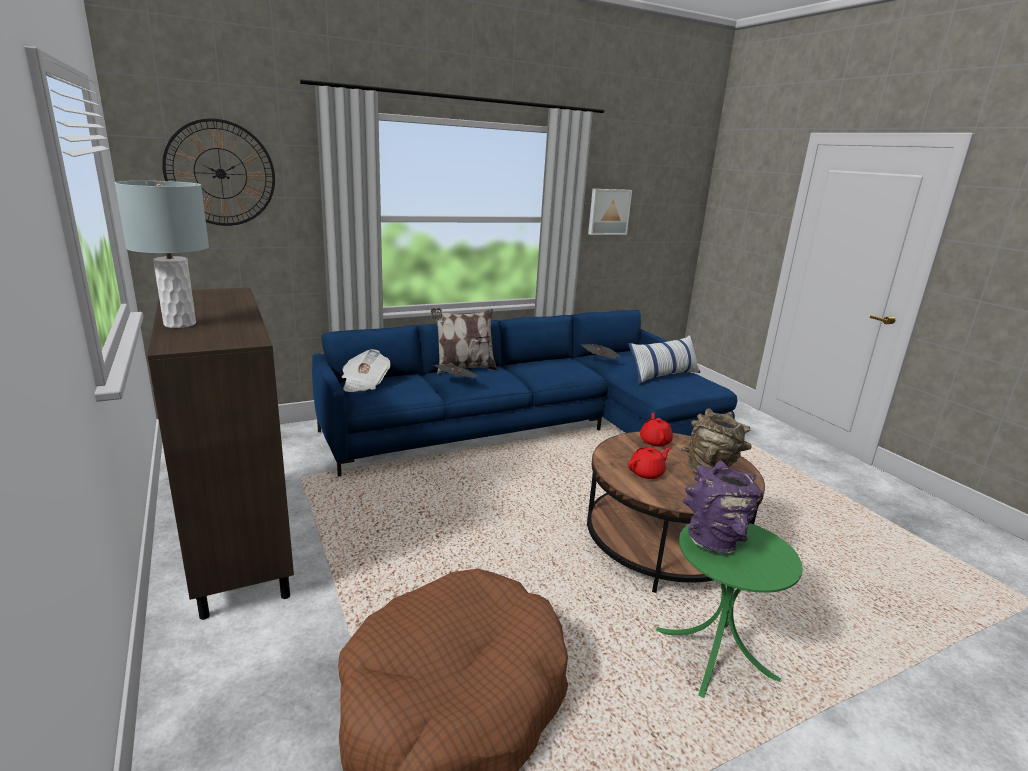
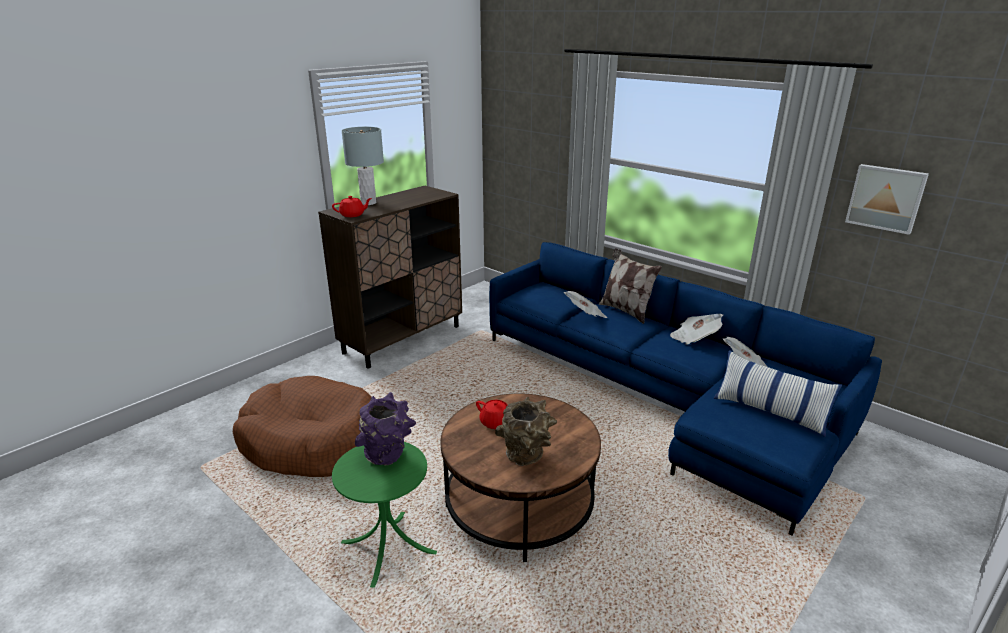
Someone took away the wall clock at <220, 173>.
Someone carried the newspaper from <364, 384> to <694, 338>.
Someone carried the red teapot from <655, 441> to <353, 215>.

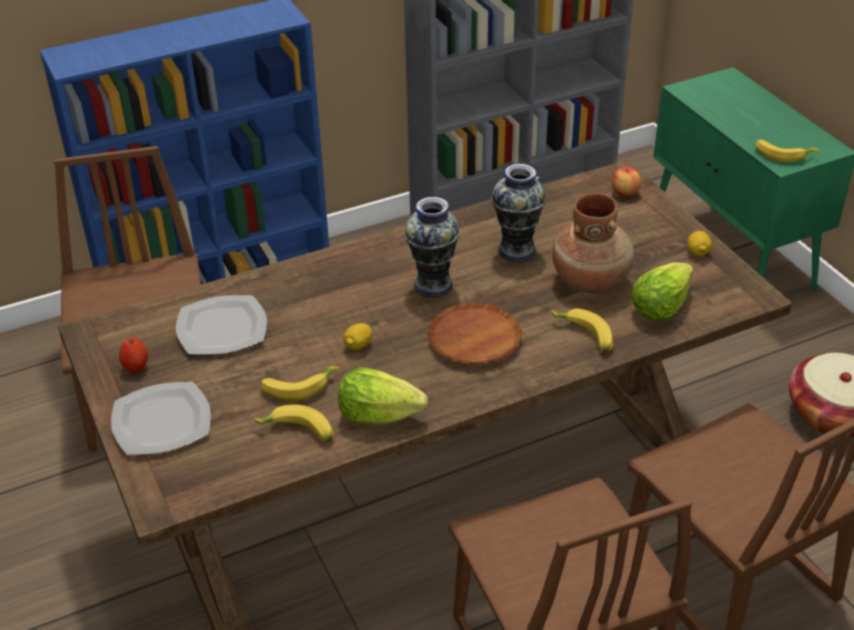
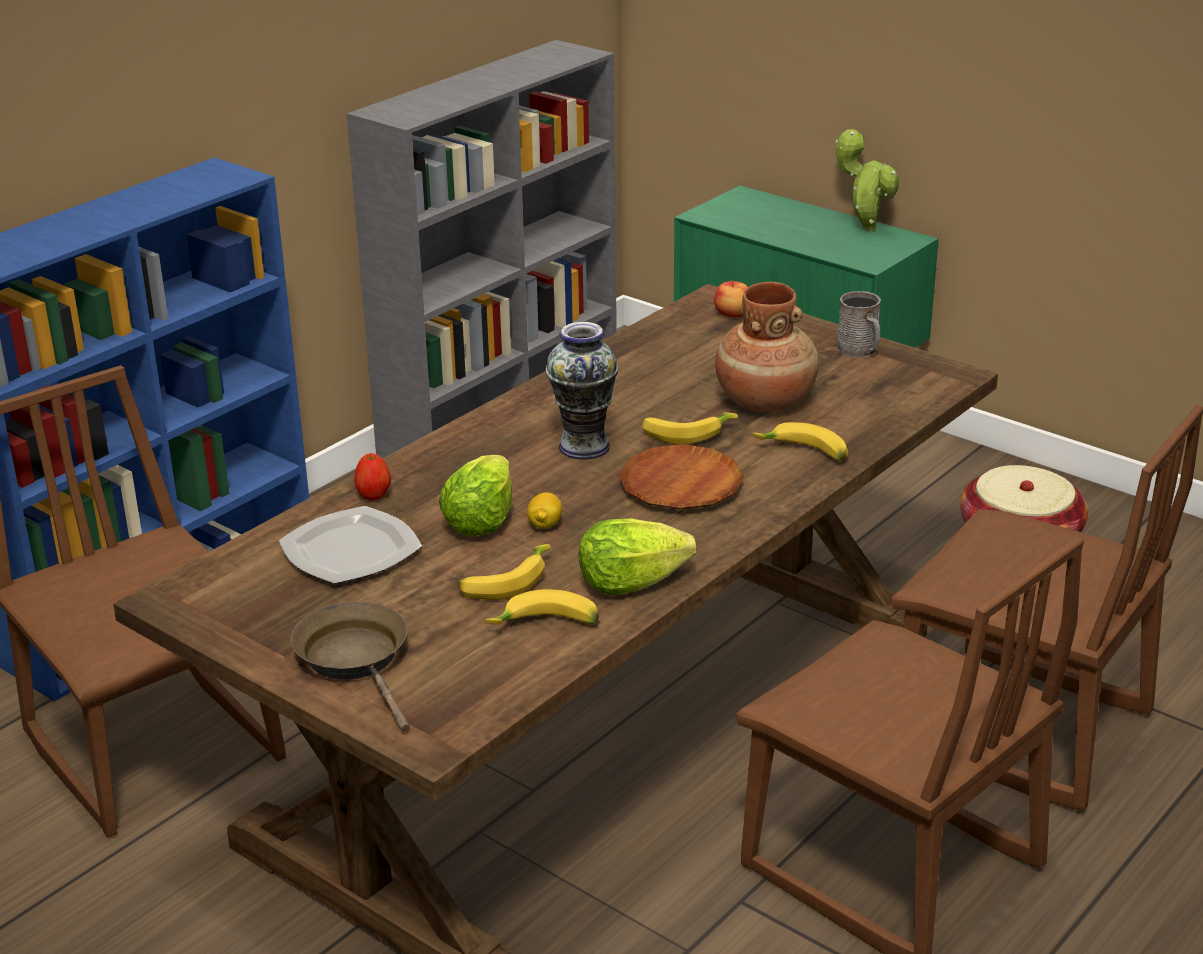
Someone carried the banana from <783, 154> to <686, 433>.
Someone took away the vase at <517, 250>.
Someone swapped the lemon at <697, 252> for the grey mug at <860, 351>.
Someone carried the lettuce from <660, 307> to <480, 521>.
Someone carried the apple from <136, 367> to <374, 495>.
Someone swapped the plate at <162, 420> for the brown frying pan at <356, 660>.
Someone put down the potted plant at <865, 227>.

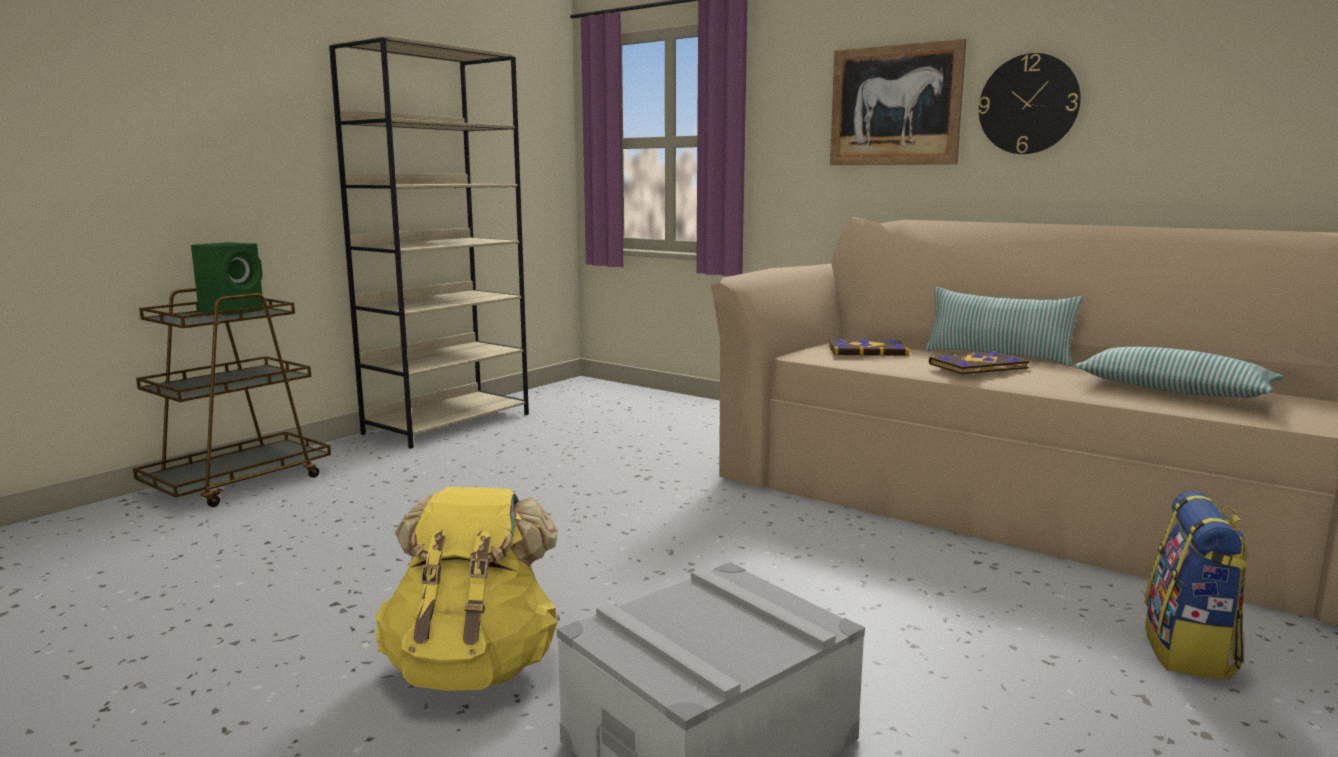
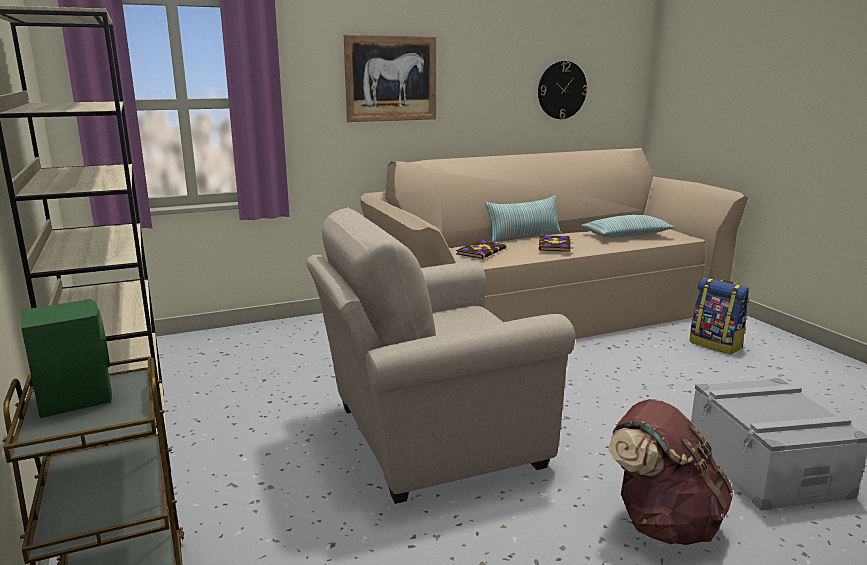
Someone carried the wall clock from <1028, 104> to <561, 90>.
Someone repainted the yellow backpack at <473, 667>, which became the brown backpack at <662, 522>.
Someone put down the beige armchair at <427, 437>.

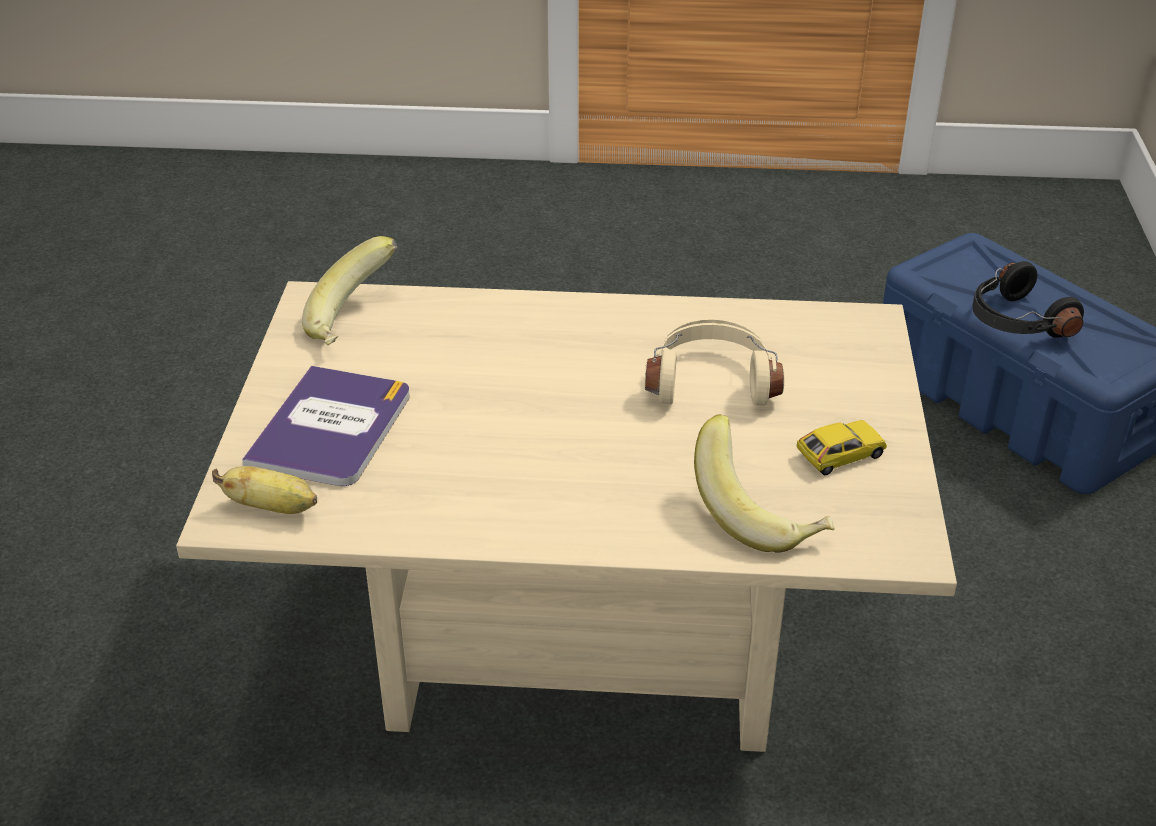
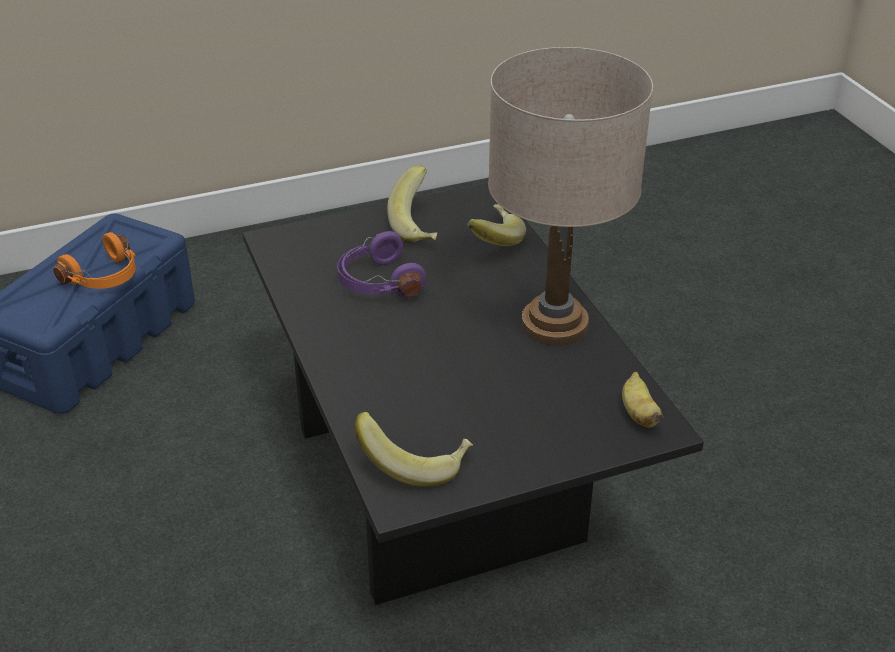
Someone repainted the black headphones at <1016, 321>, which became the orange headphones at <105, 277>.
Someone repainted the beige coffee table at <578, 634>, which became the black coffee table at <447, 482>.
Someone repainted the beige headphones at <711, 380>, which became the purple headphones at <378, 282>.
Someone took away the book at <331, 428>.
Someone swapped the toy car at <840, 455> for the banana at <420, 226>.
Someone put down the beige table lamp at <555, 324>.

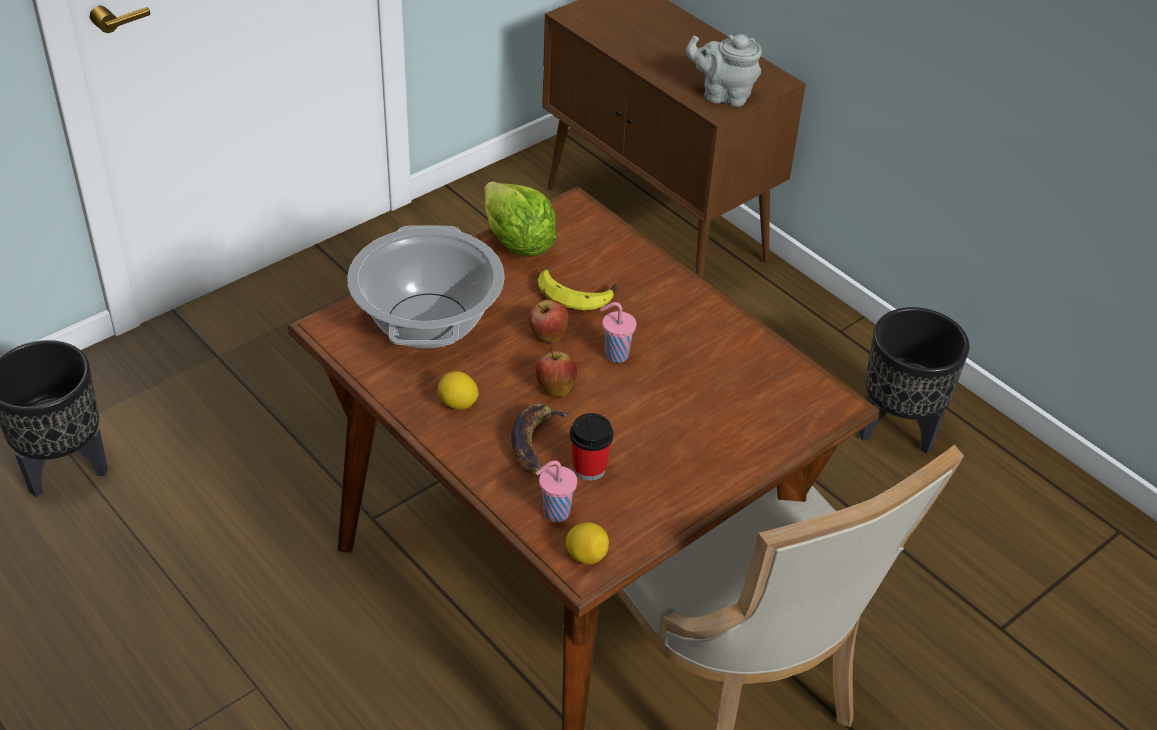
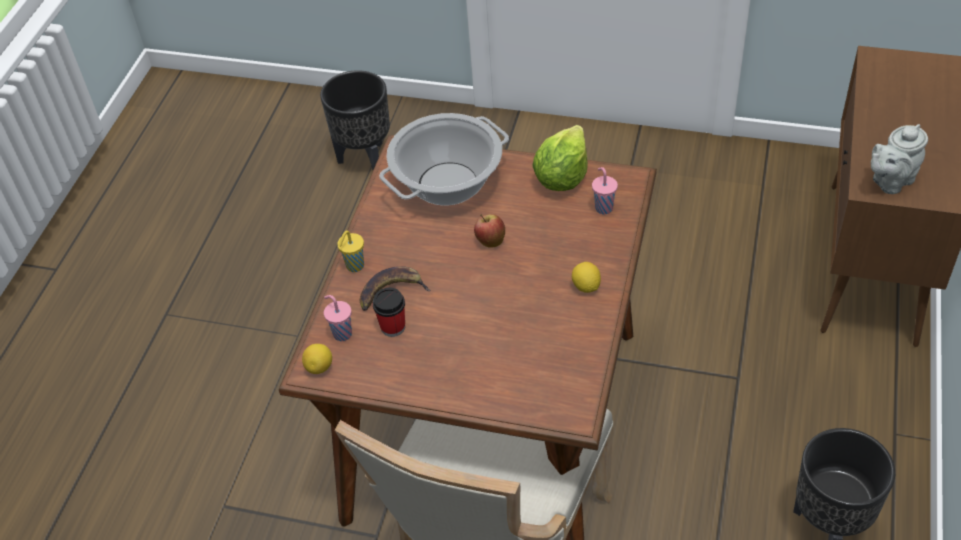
Someone rotated the grey teapot at <723, 95> by 105 degrees counterclockwise.
Someone took away the banana at <576, 293>.
Someone carried the pink cup from <615, 355> to <603, 207>.
Someone took away the apple at <555, 388>.
Someone carried the lemon from <458, 404> to <586, 286>.
Someone put down the yellow cup at <354, 266>.

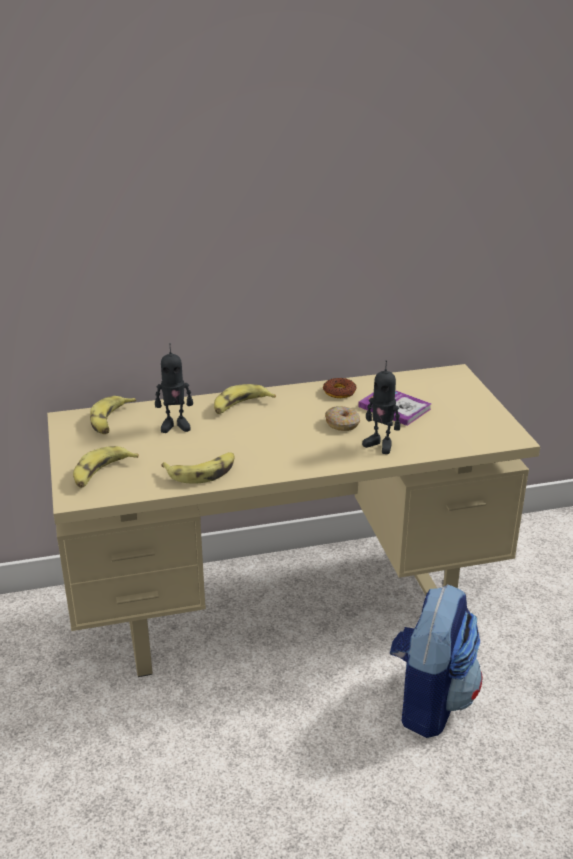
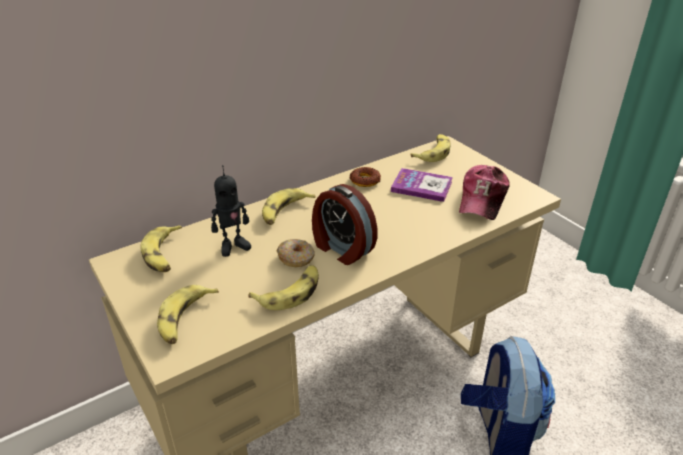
Someone took away the toy robot at <380, 445>.
Someone carried the donut from <342, 424> to <296, 258>.
Someone put down the banana at <433, 153>.
Someone put down the cap at <482, 200>.
Someone put down the alarm clock at <341, 249>.

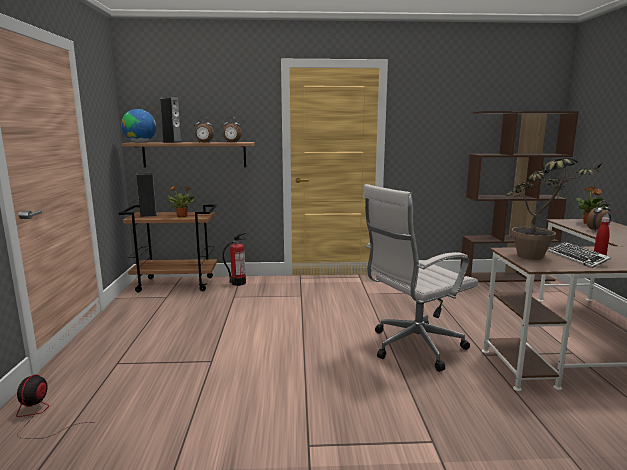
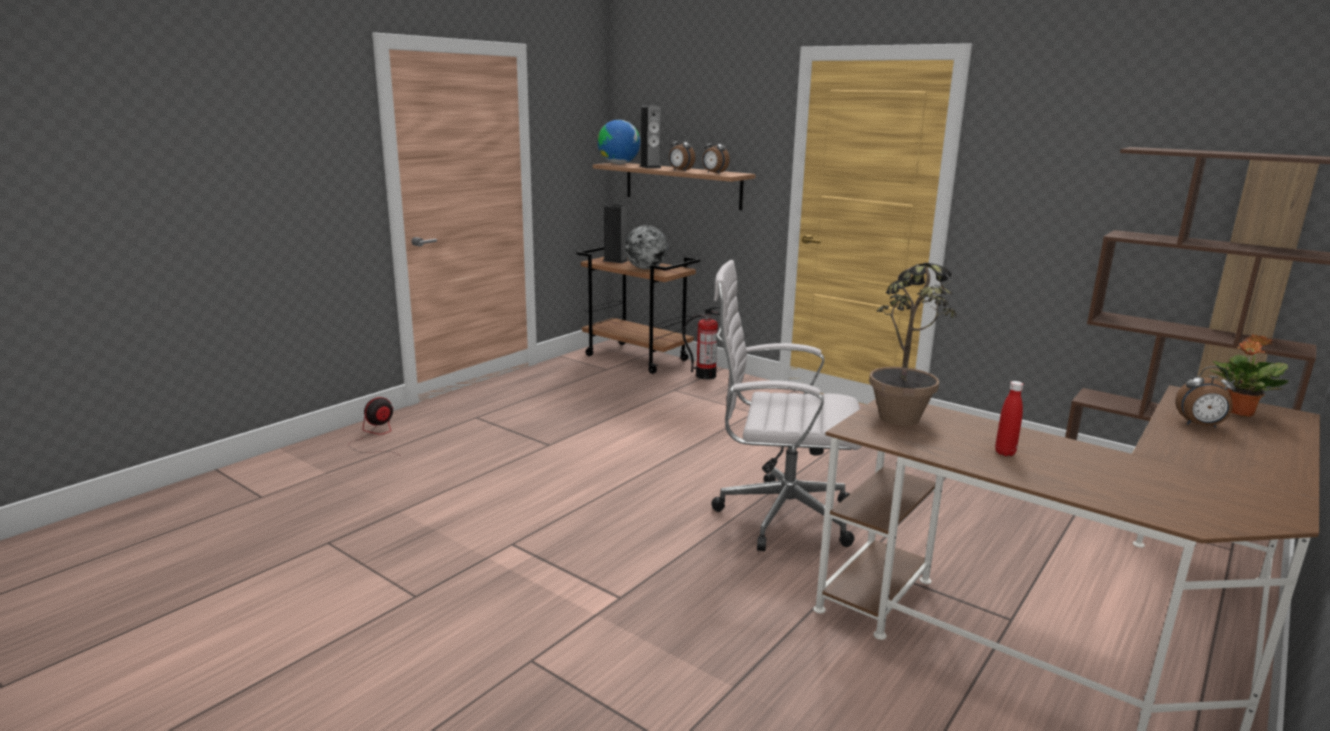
Someone swapped the potted plant at <182, 216> for the globe at <646, 268>.
Someone took away the keyboard at <577, 258>.

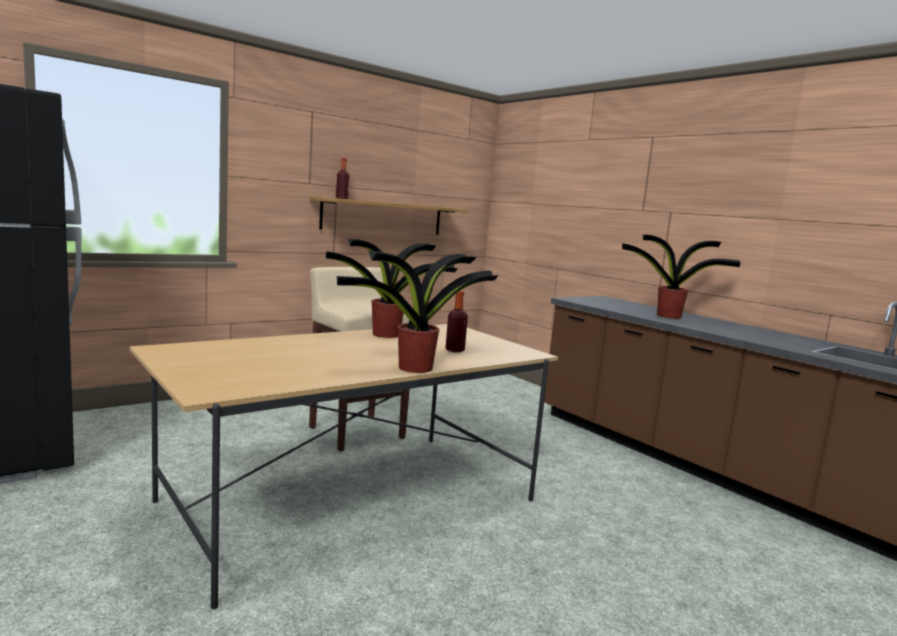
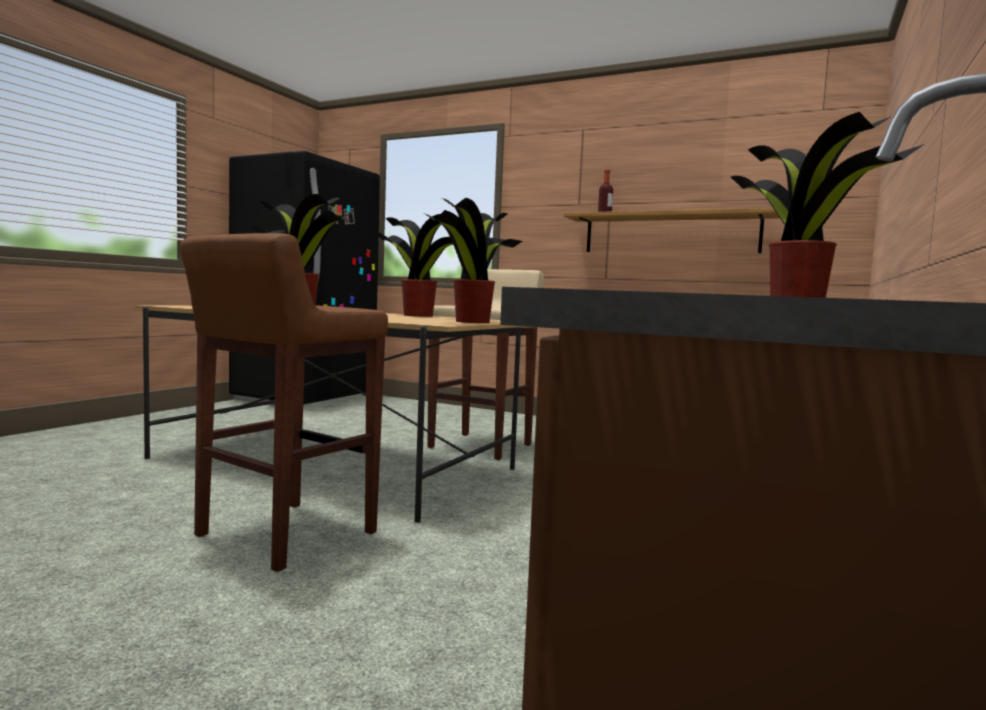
Someone took away the bottle at <454, 350>.
Someone put down the potted plant at <474, 322>.
Someone put down the brown stool at <284, 535>.

